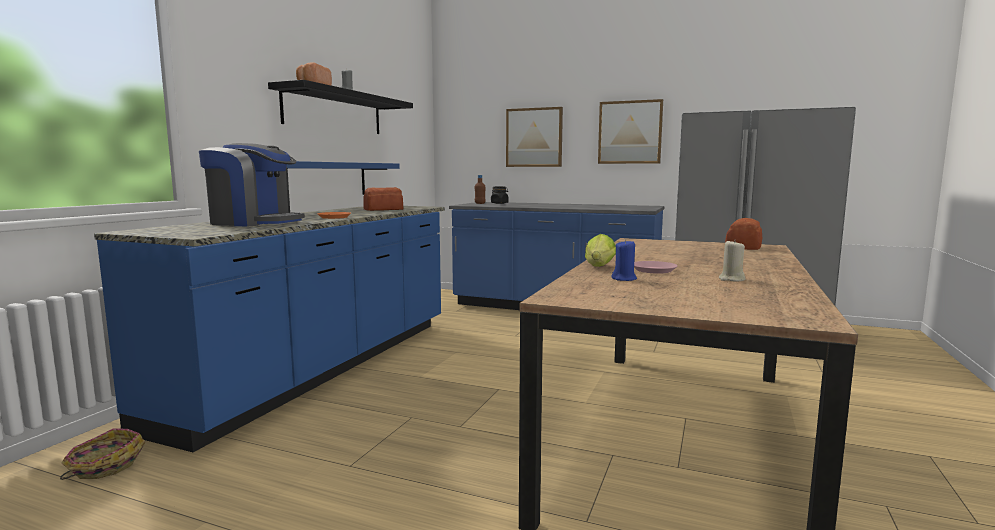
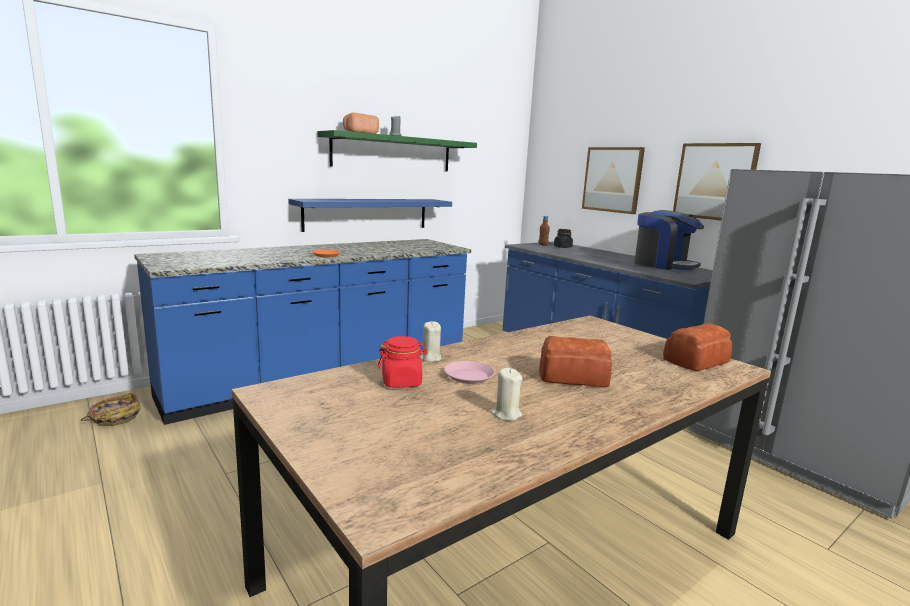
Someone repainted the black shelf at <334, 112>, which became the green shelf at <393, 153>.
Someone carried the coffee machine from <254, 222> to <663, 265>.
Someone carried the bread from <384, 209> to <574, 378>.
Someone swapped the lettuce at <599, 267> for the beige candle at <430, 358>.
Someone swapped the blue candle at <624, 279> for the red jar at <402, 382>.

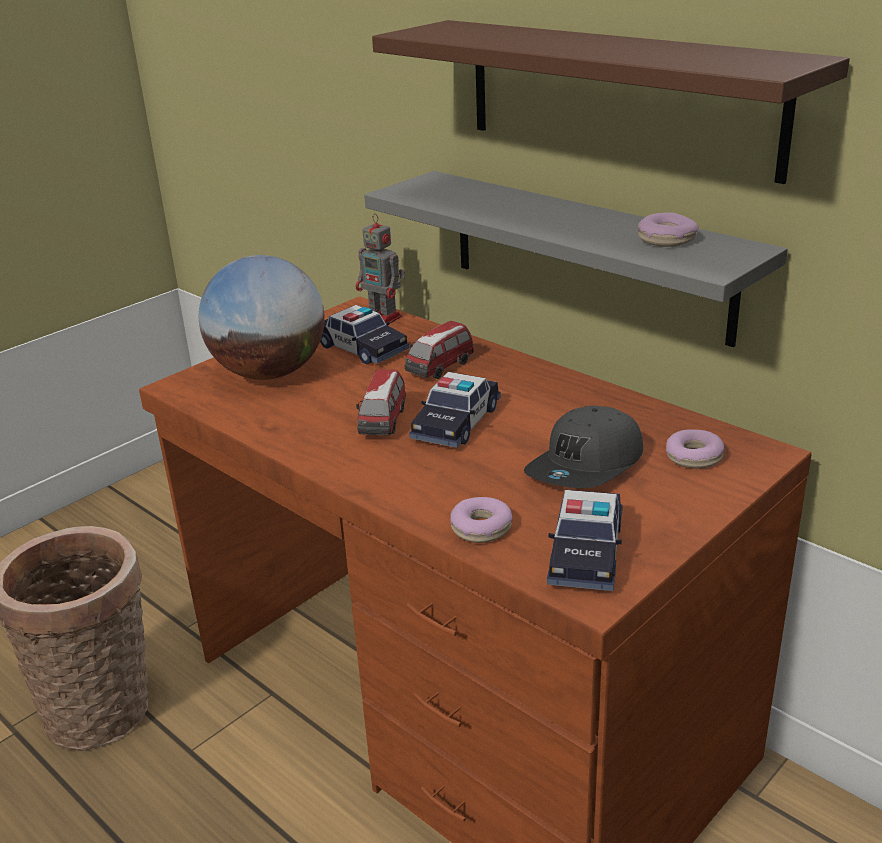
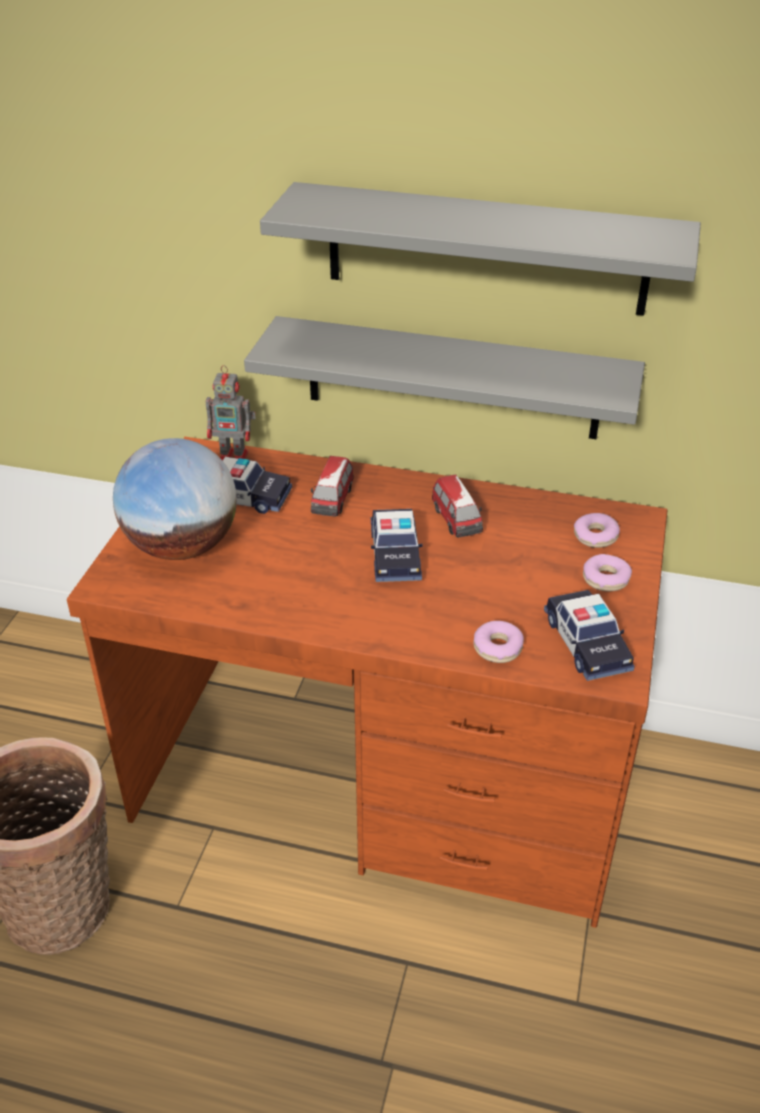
Someone repainted the brown shelf at <618, 96>, which became the grey shelf at <486, 249>.
Someone carried the donut from <667, 239> to <606, 579>.
Someone carried the toy car from <383, 422> to <457, 521>.
Someone took away the grey cap at <586, 467>.

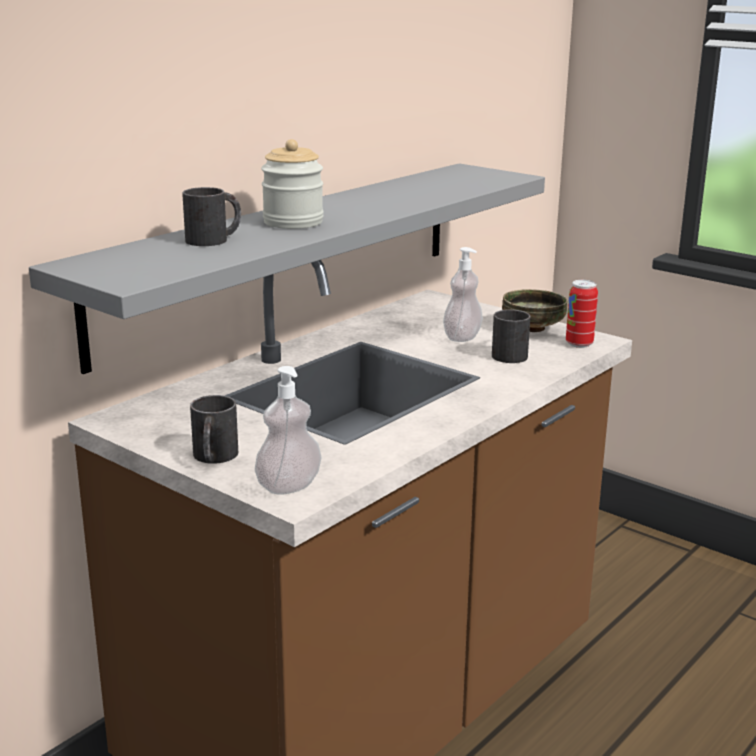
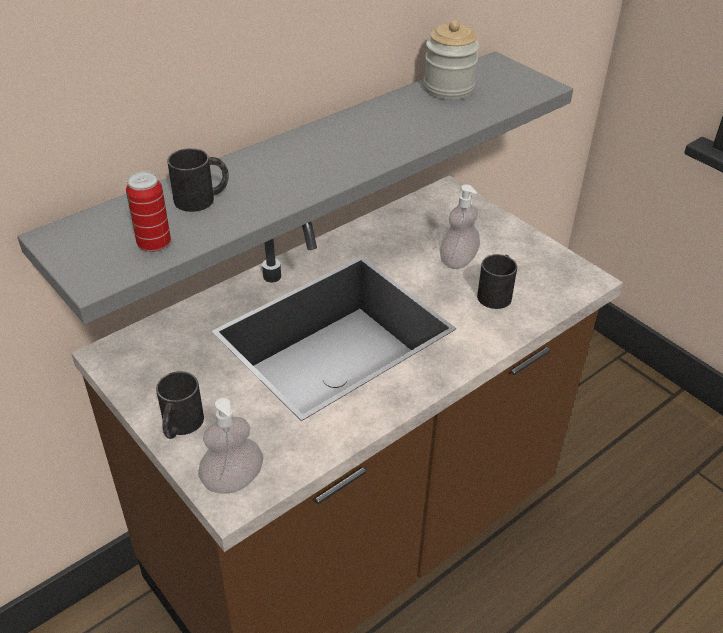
Someone carried the jar from <293, 222> to <448, 88>.
Someone carried the can from <579, 344> to <154, 244>.
Someone took away the bowl at <532, 329>.

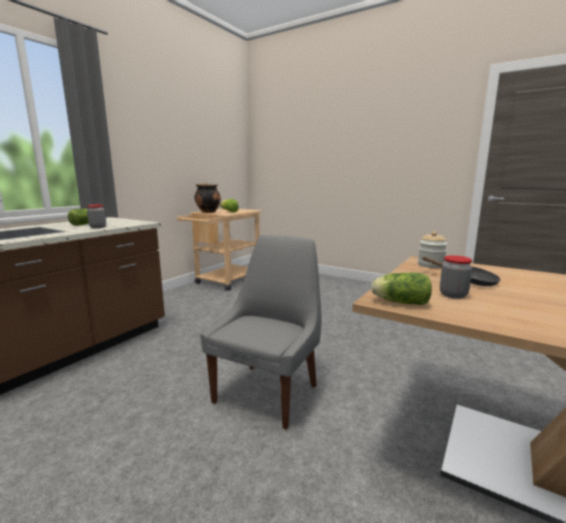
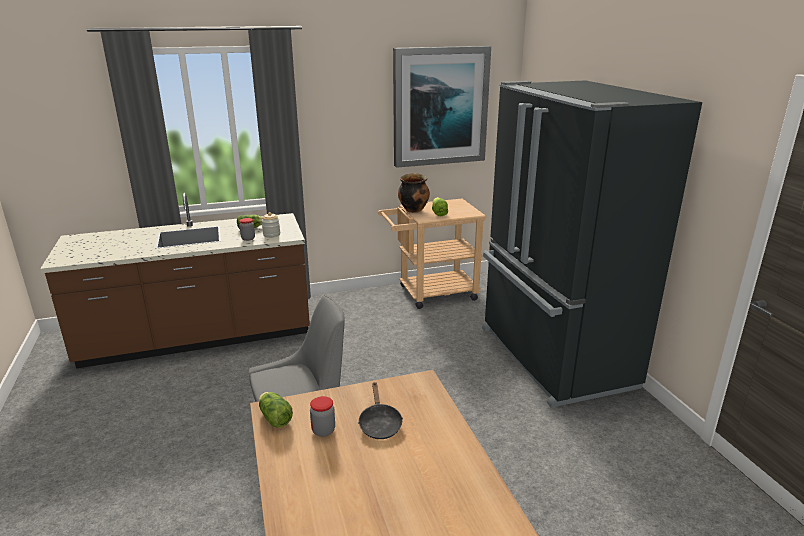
Someone carried the jar from <430, 265> to <271, 234>.
Someone put up the picture at <440, 106>.
Someone put down the black fridge at <553, 357>.

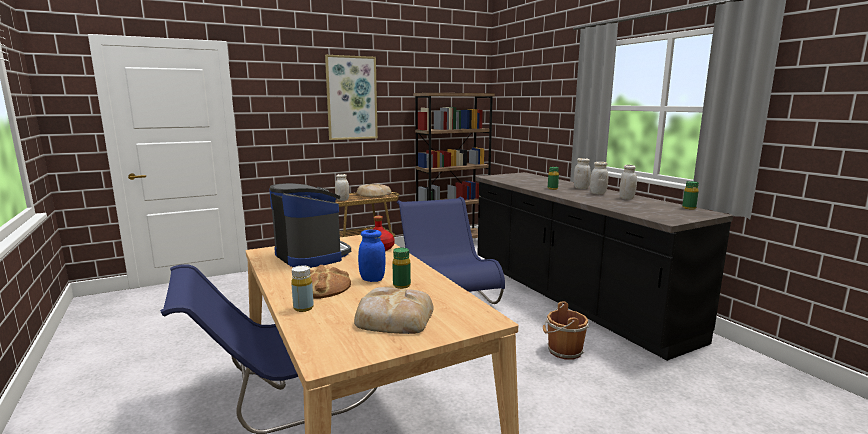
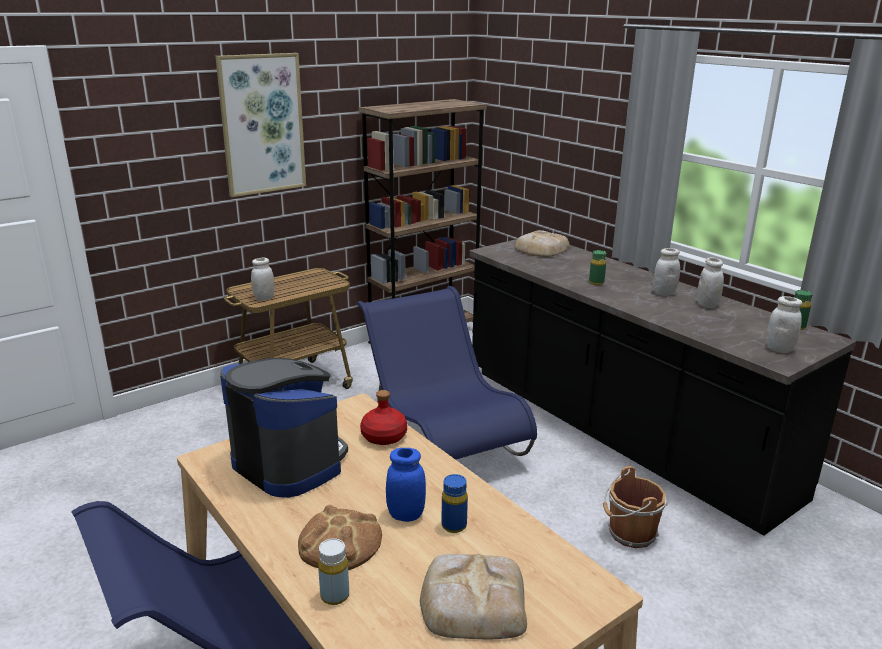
Someone carried the white jar from <581, 188> to <779, 349>.
Someone carried the bread from <373, 194> to <540, 249>.
Someone repainted the green bottle at <401, 285>, which became the blue bottle at <454, 525>.

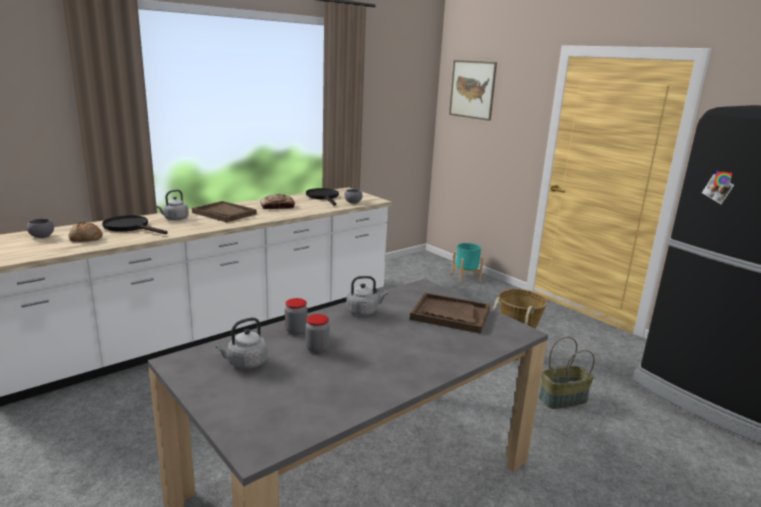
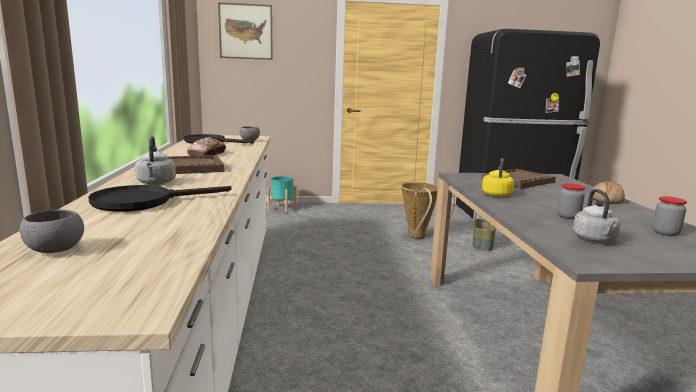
Someone carried the bread from <85, 239> to <607, 200>.
Someone repainted the grey kettle at <364, 311>, which became the yellow kettle at <496, 194>.
Someone carried the jar from <296, 331> to <665, 233>.

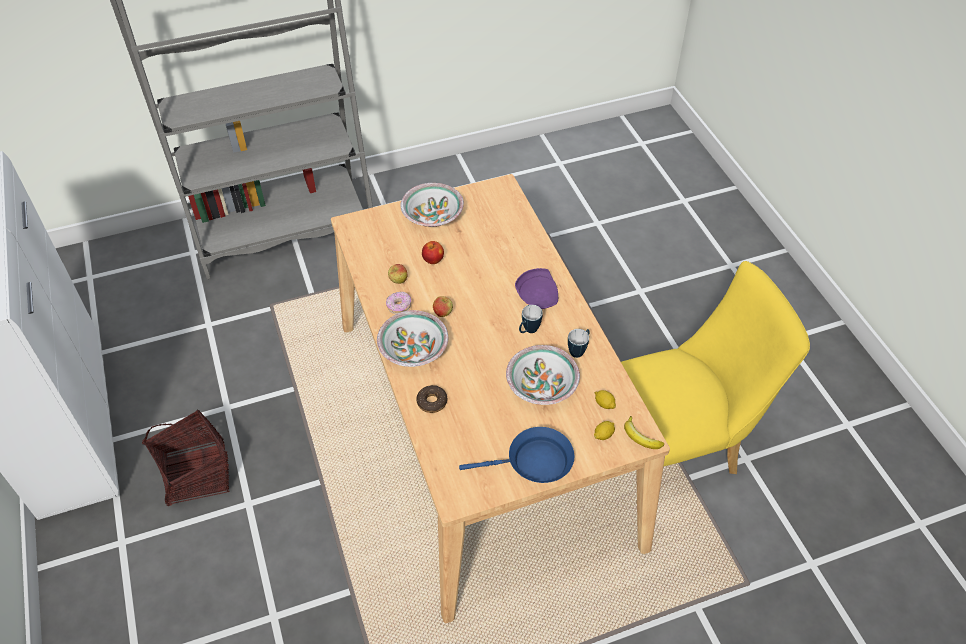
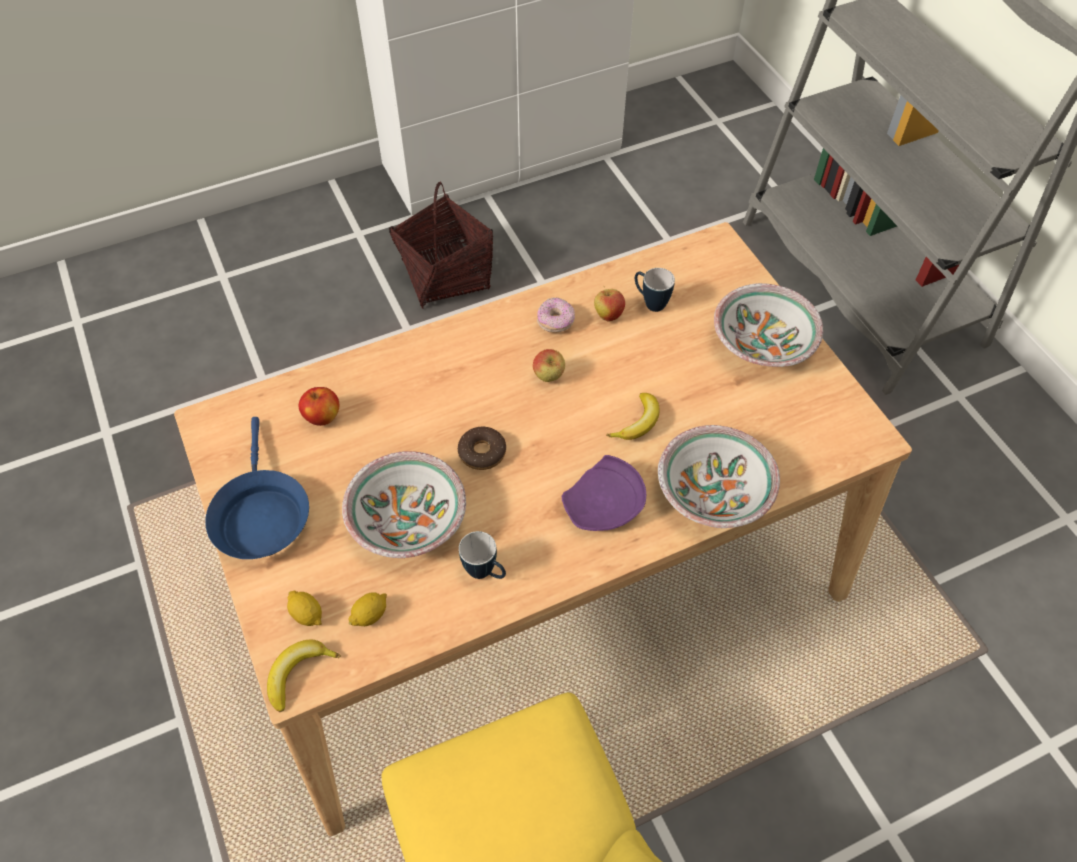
Someone carried the apple from <433, 260> to <323, 417>.
Someone carried the mug from <528, 331> to <650, 302>.
Someone carried the bowl from <413, 349> to <715, 491>.
Someone carried the donut from <432, 402> to <482, 452>.
Someone put down the banana at <638, 423>.

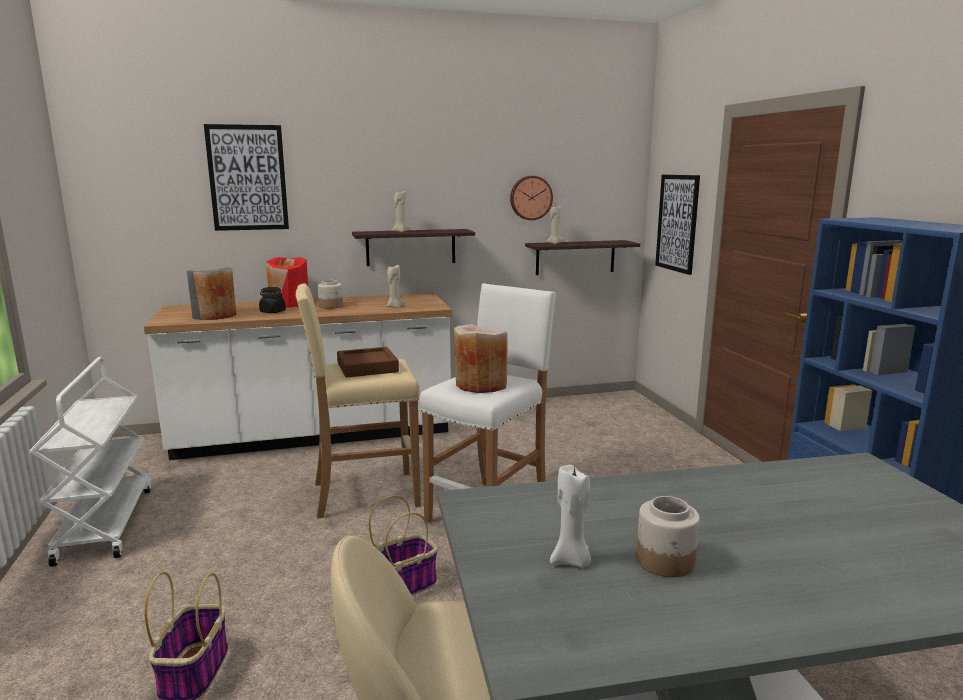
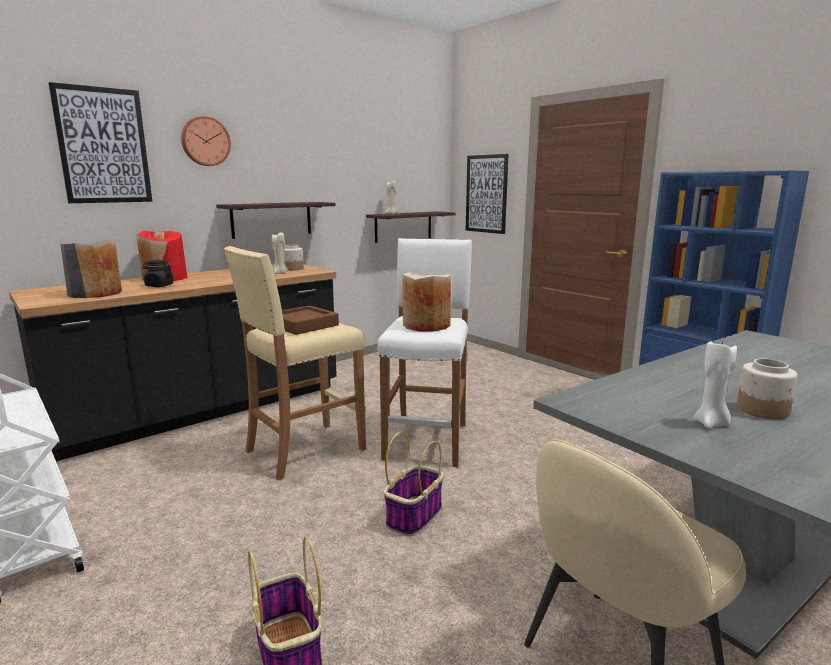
Someone carried the wall clock from <530, 198> to <205, 141>.
Someone took away the beige candle at <400, 231>.
Someone carried the jar from <331, 306> to <293, 269>.
Someone repainted the white counter at <315, 435>, which became the black counter at <203, 411>.

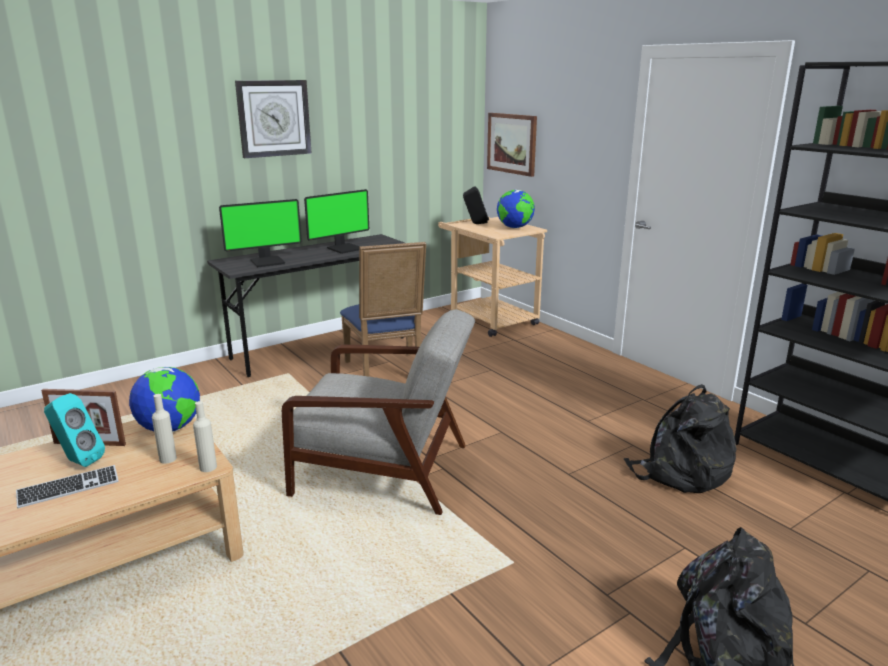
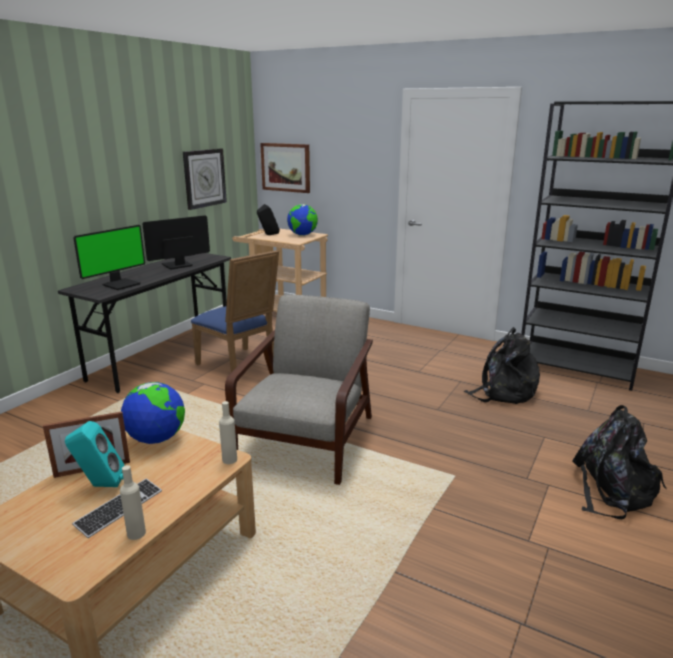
Someone carried the wall clock from <274, 118> to <204, 178>.
Someone rotated the monitor at <344, 248> by 150 degrees counterclockwise.
Someone rotated the grey armchair at <384, 470> by 60 degrees counterclockwise.
Someone carried the beige bottle from <168, 459> to <136, 533>.

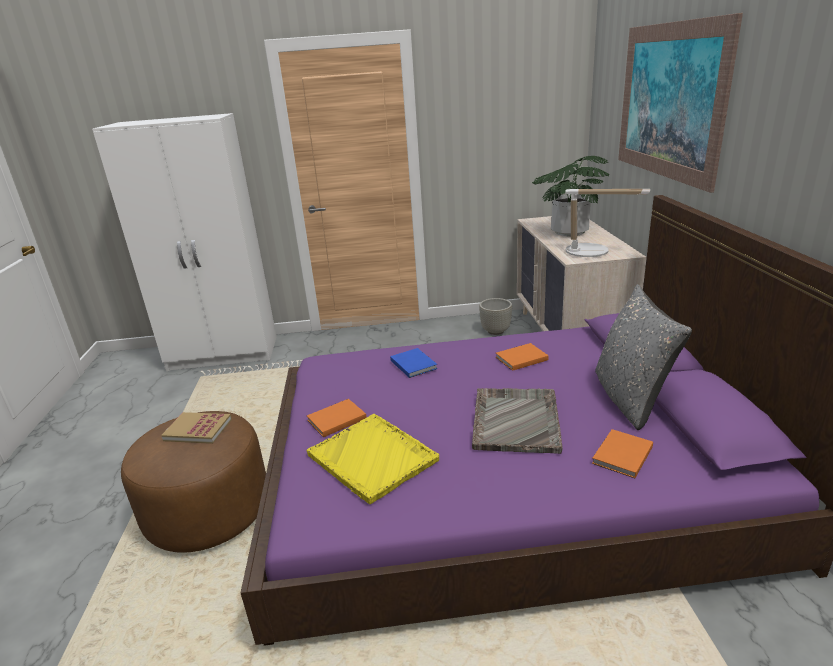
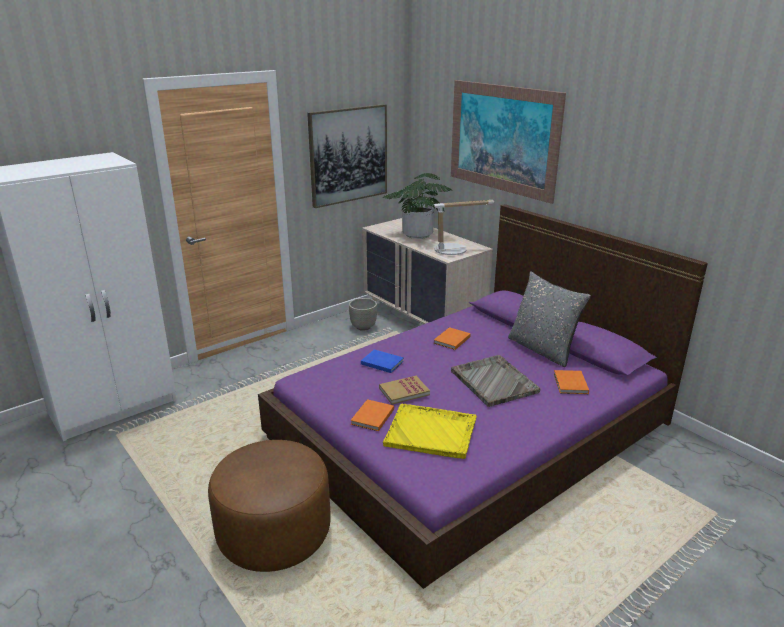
Someone carried the book from <198, 430> to <404, 391>.
Someone put up the picture at <348, 155>.

